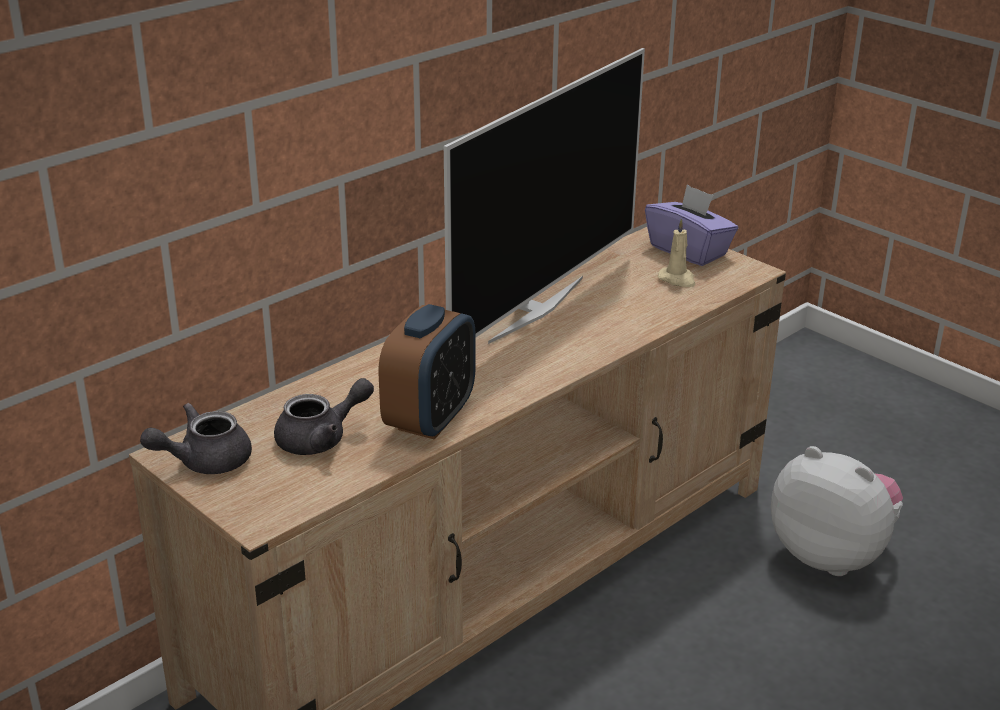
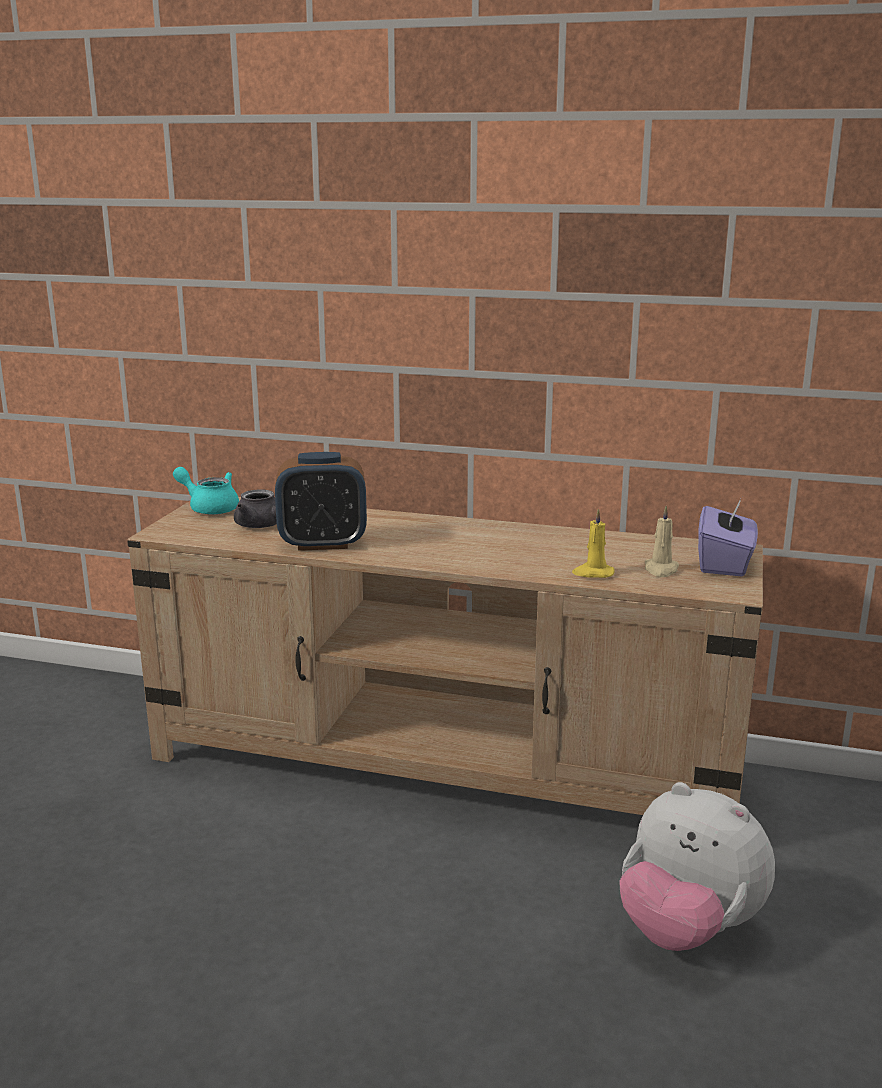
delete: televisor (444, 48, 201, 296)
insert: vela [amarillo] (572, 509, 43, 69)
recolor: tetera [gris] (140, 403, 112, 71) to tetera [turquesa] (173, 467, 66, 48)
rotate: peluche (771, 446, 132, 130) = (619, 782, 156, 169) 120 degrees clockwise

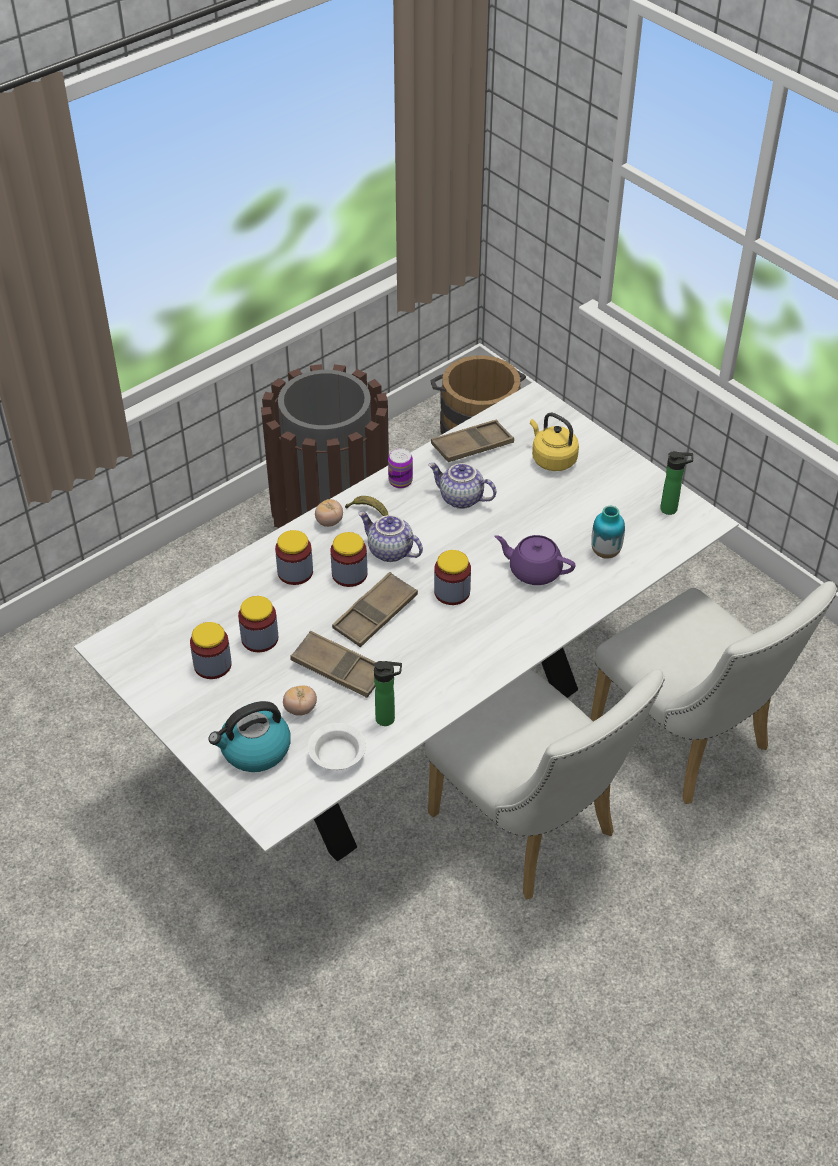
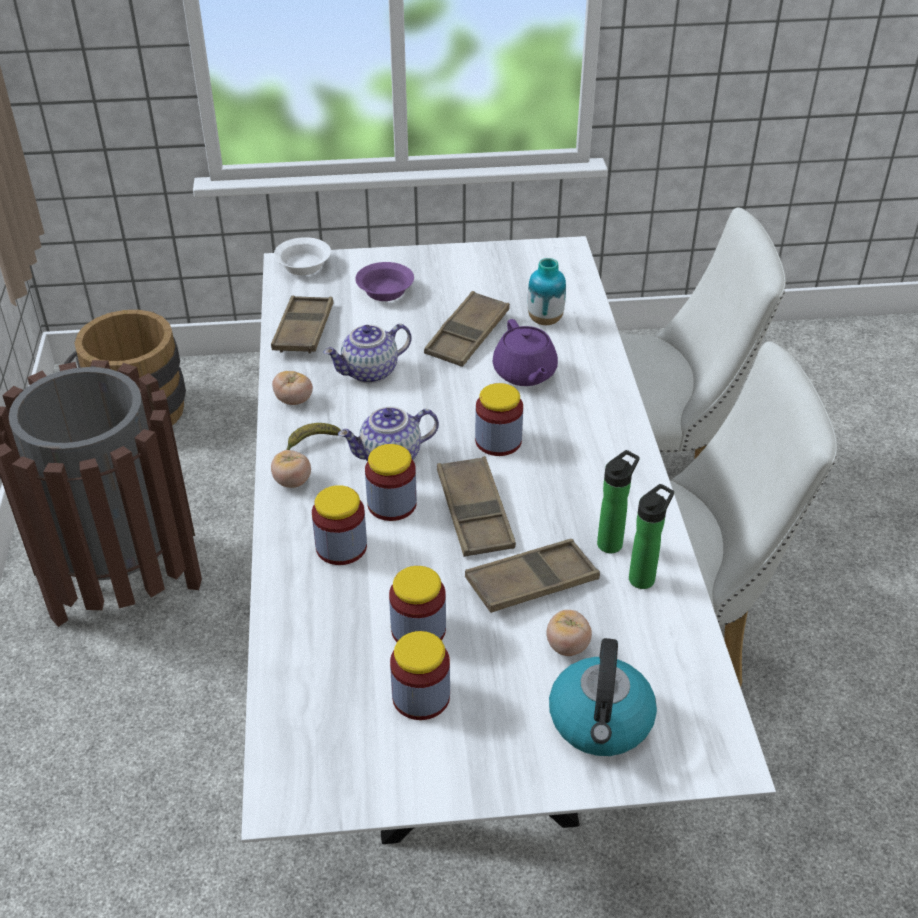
insert: bandeja [marrón] (424, 291, 86, 76)
move: cuenco [blanco] (308, 723, 58, 47) to (274, 237, 57, 38); botella (660, 451, 33, 64) to (597, 450, 43, 103)
replace: lata (388, 448, 25, 41) to tomate (272, 371, 41, 34); hervidor [amarillo] (530, 412, 49, 59) to cuenco [morado] (355, 262, 59, 39)
rotate: tetera [morado] (495, 535, 81, 50) = (492, 319, 66, 67) 75 degrees counterclockwise

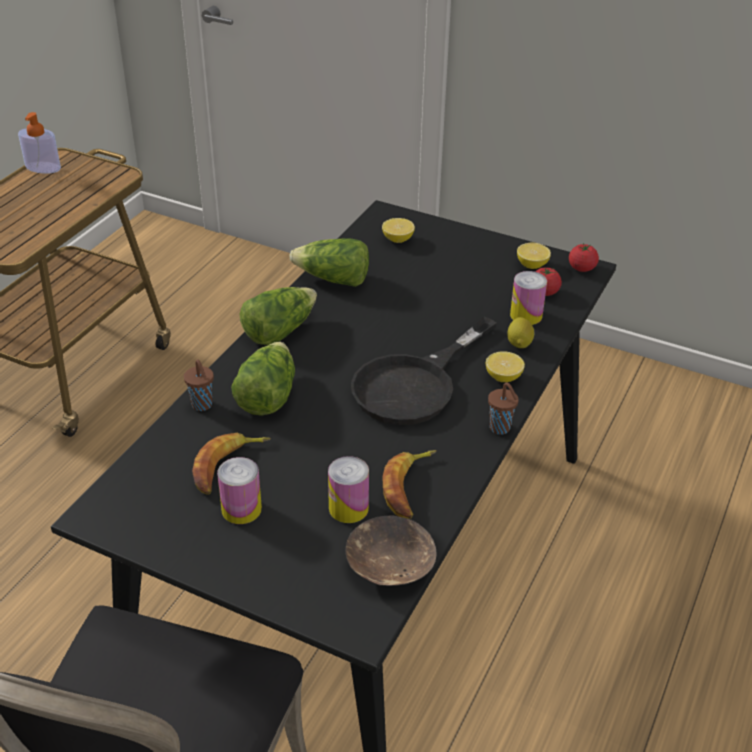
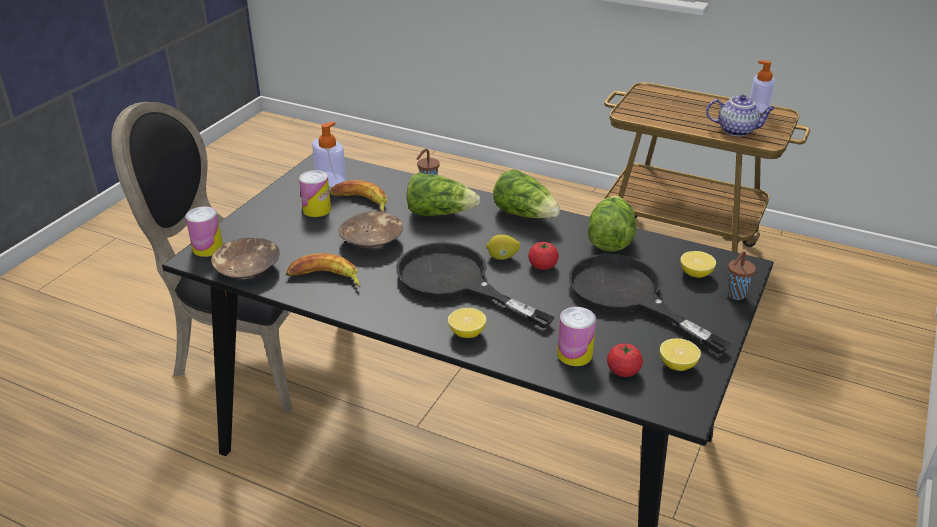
insert: dispensador de jabón (312, 122, 34, 65); cuenco [marrón] (339, 211, 64, 40); sartén [negro] (569, 254, 162, 100); tetera (706, 95, 70, 41)
move: lata (328, 456, 41, 67) to (186, 206, 37, 51); taza [marrón] (488, 382, 31, 53) to (727, 251, 29, 49); limón (507, 317, 28, 31) to (486, 235, 34, 25); tomate (569, 243, 30, 29) to (528, 242, 31, 28)

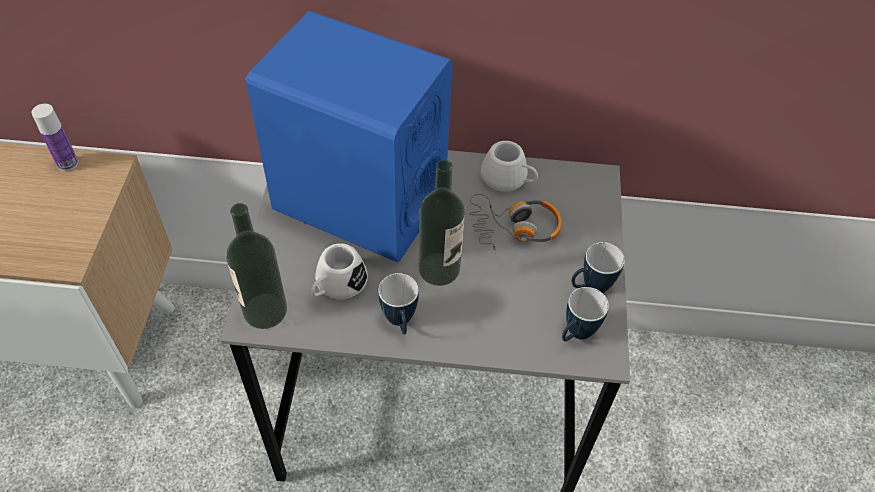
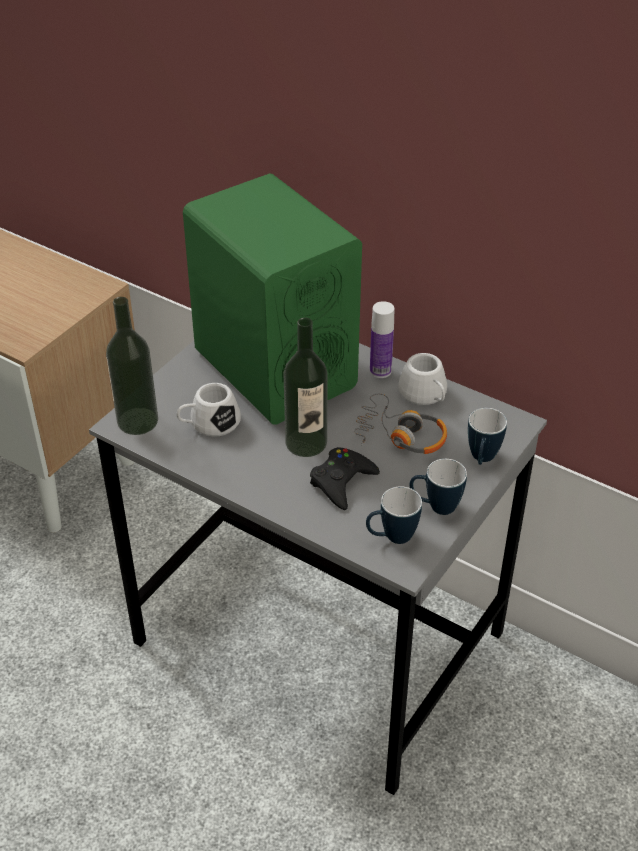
insert: mando de consola [negro] (310, 447, 70, 63)
move: botella (32, 104, 46, 67) to (370, 301, 24, 77); taza grande (378, 273, 41, 61) to (468, 408, 39, 57)
recolor: altavoz [azul] (245, 11, 208, 251) to altavoz [verde] (183, 174, 179, 251)

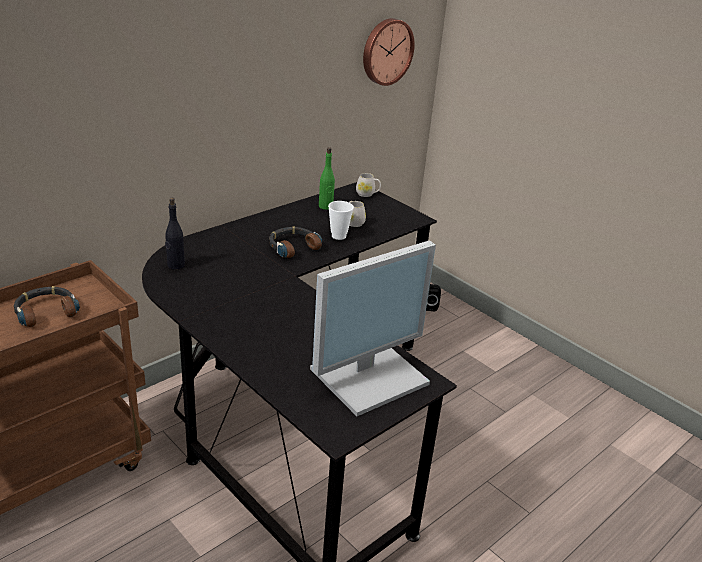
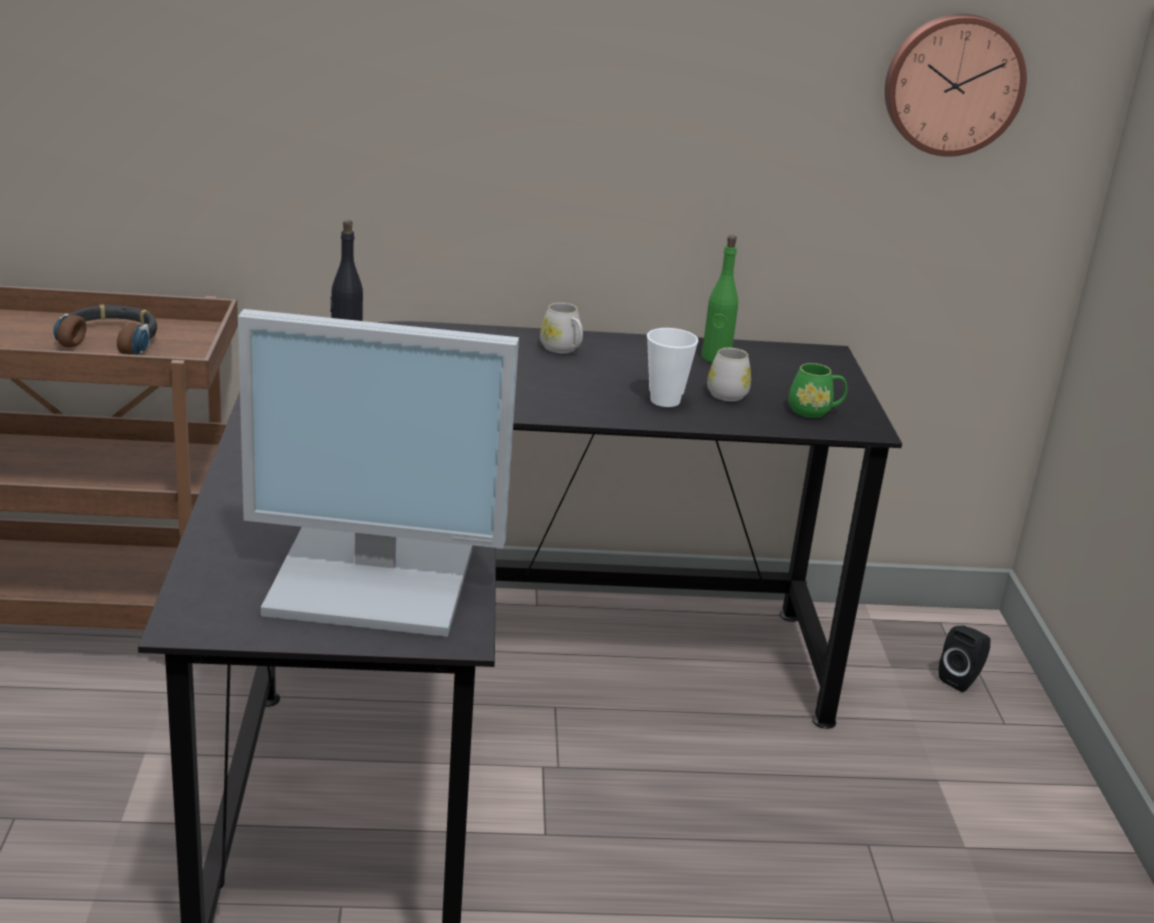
delete: auriculares (269, 226, 53, 32)
insert: taza grande [verde] (789, 363, 58, 55)
move: taza grande [blanco] (356, 173, 25, 24) to (540, 302, 43, 51)

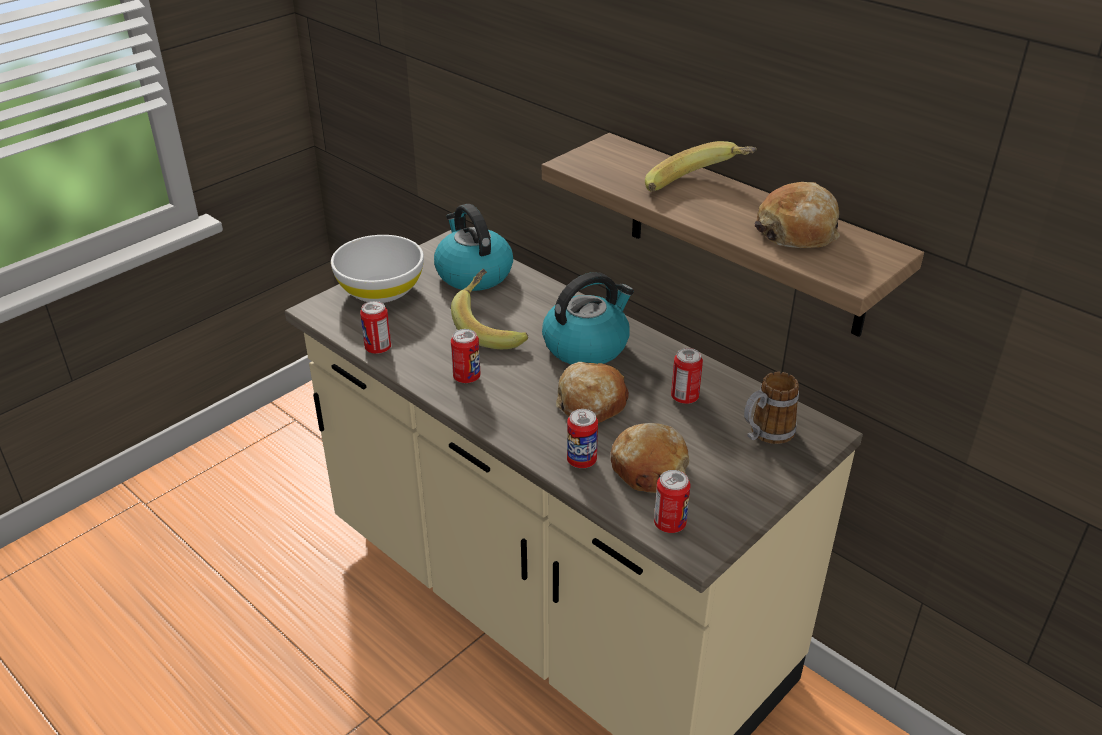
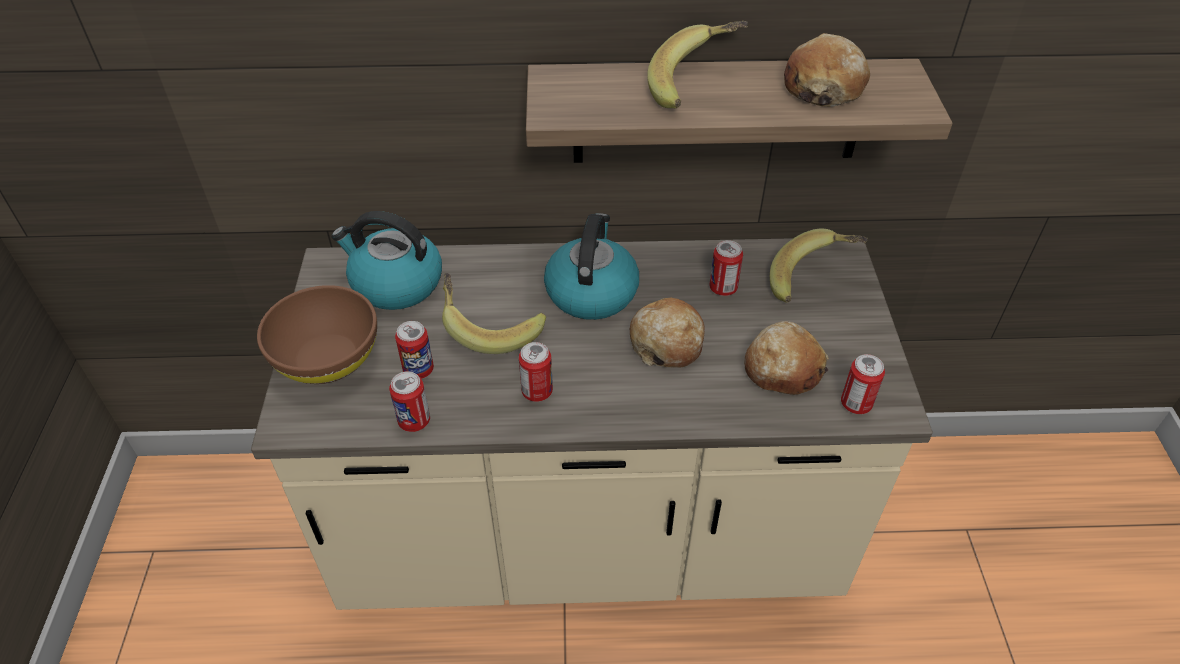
move: lata (567, 409, 31, 59) to (395, 321, 39, 58)
replace: taza grande (744, 372, 55, 72) to plátano (770, 229, 98, 74)
recolor: cuenco [blanco] (331, 235, 93, 68) to cuenco [marrón] (257, 285, 120, 99)

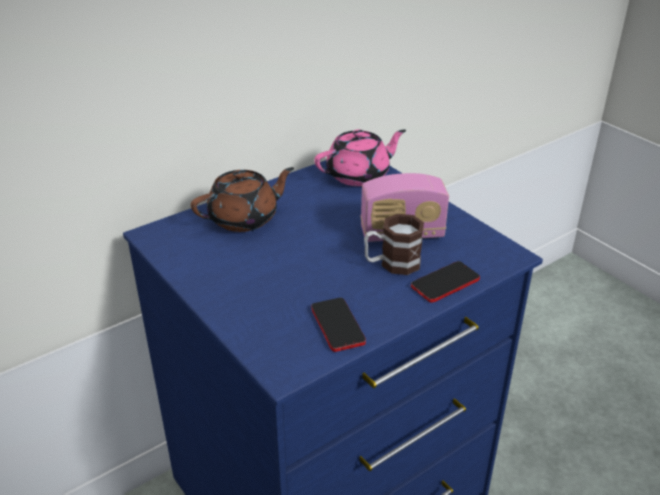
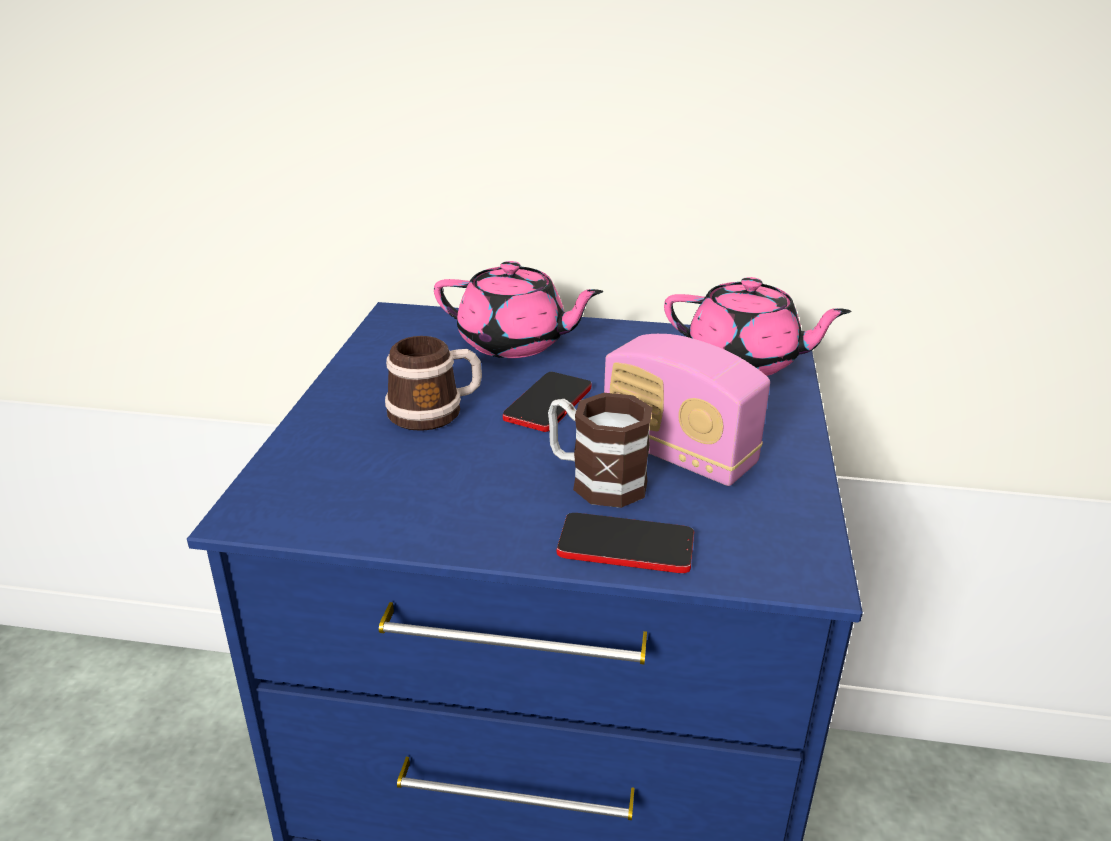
insert: taza grande (385, 336, 97, 95)
move: móvil (311, 298, 55, 54) to (503, 372, 89, 60)
recolor: tetera [marrón] (191, 167, 103, 65) to tetera [rosa] (434, 261, 169, 97)

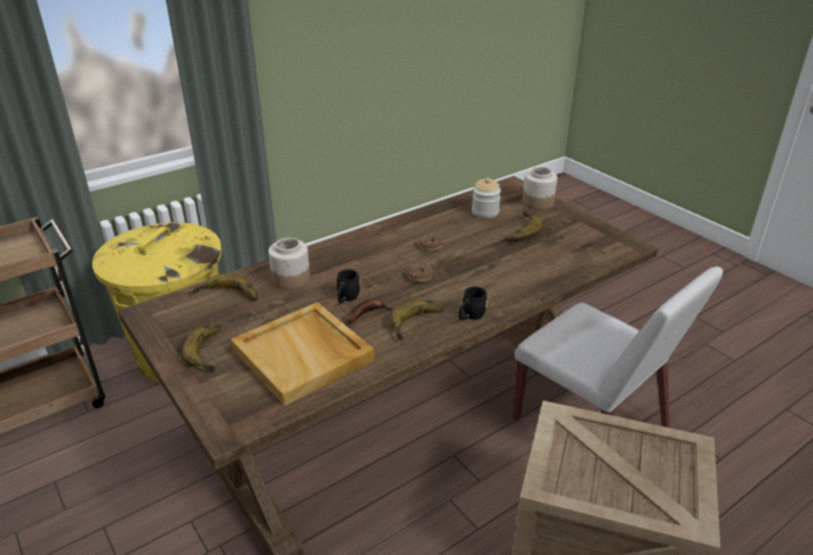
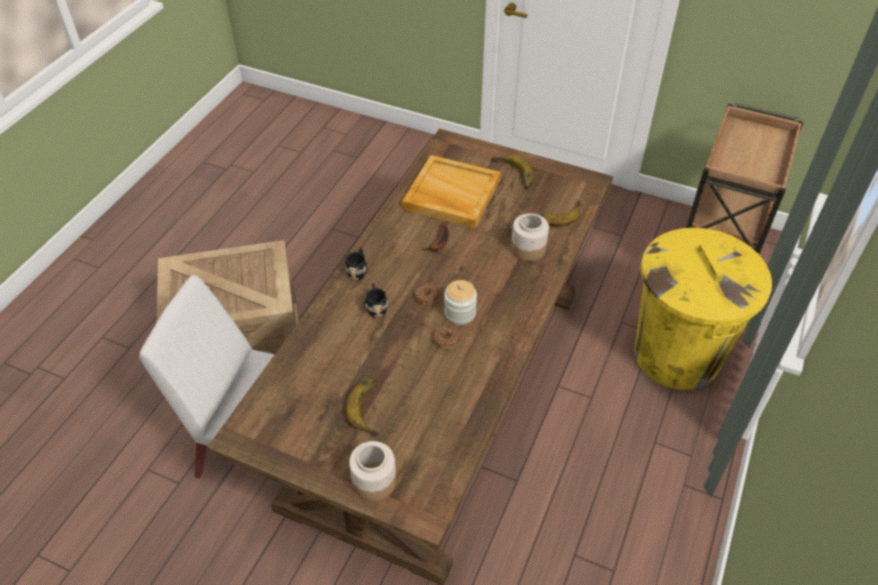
delete: plátano (390, 300, 54, 40)
move: taza grande [negro] (337, 269, 23, 35) to (365, 283, 23, 35); tarro (472, 178, 29, 40) to (444, 280, 33, 45)

